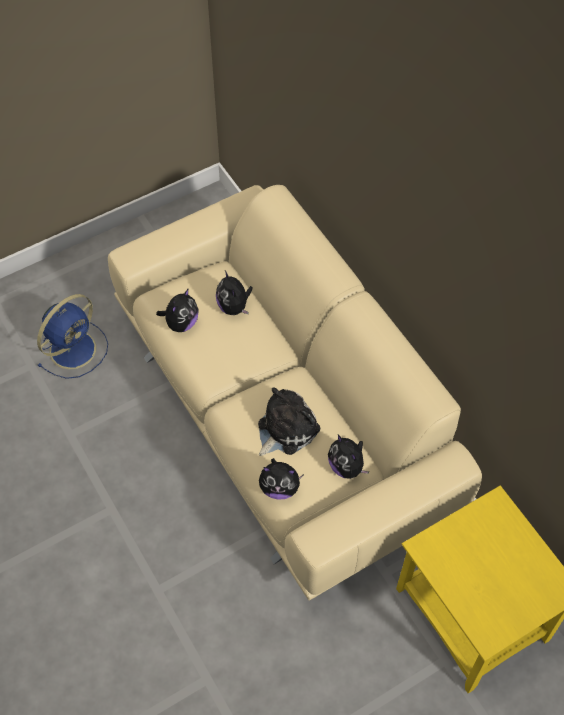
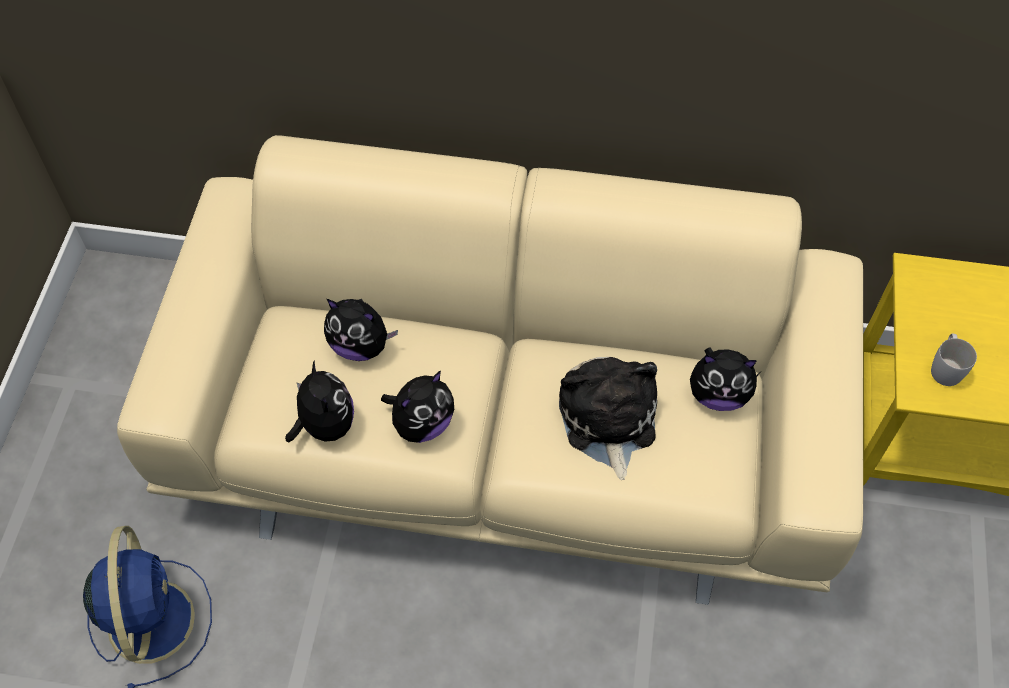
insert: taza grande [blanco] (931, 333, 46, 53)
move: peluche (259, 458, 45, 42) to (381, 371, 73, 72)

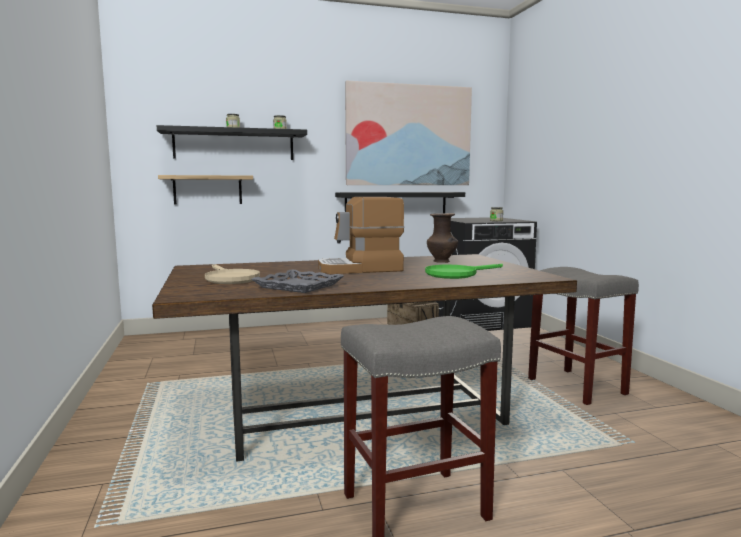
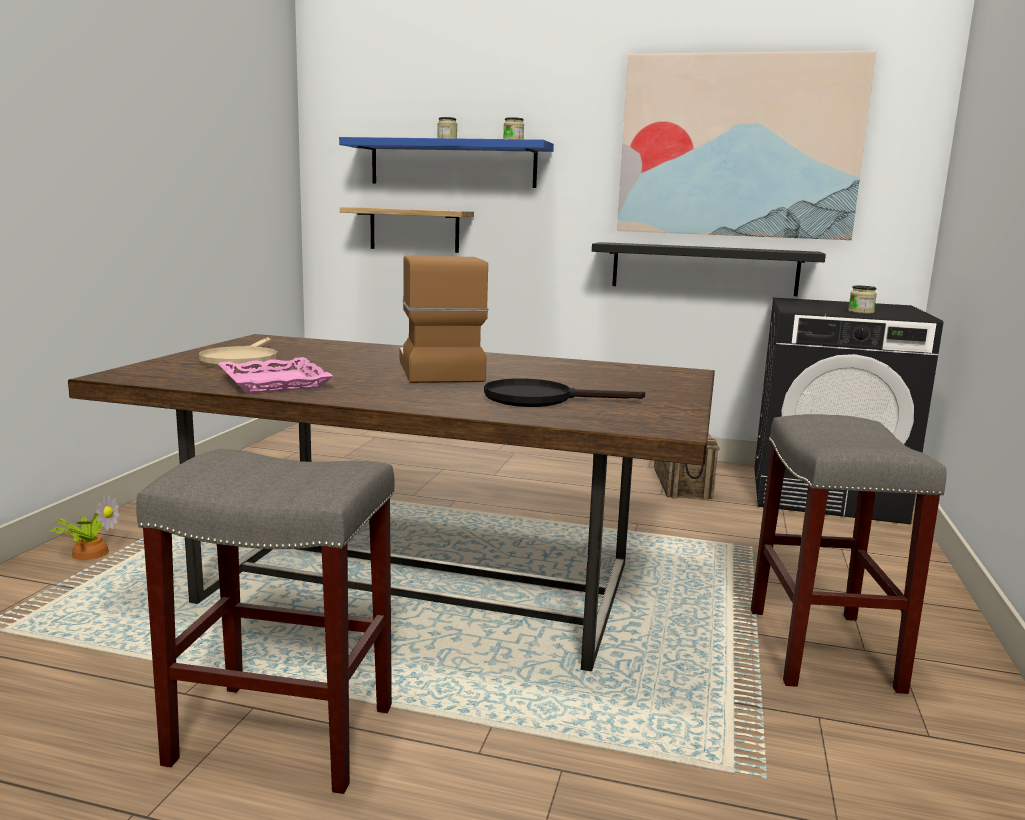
delete: florero [marrón] (427, 213, 31, 50)
insert: planta en maceta (47, 495, 72, 65)
recolor: estante [negro] (157, 125, 150, 35) to estante [azul] (339, 137, 215, 51); bandeja [gris] (252, 269, 92, 24) to bandeja [rosa] (218, 357, 115, 36); sartén [verde] (425, 264, 78, 15) to sartén [negro] (484, 379, 161, 28)
rotate: cafetera (318, 197, 87, 77) = (399, 255, 89, 128) 60 degrees clockwise

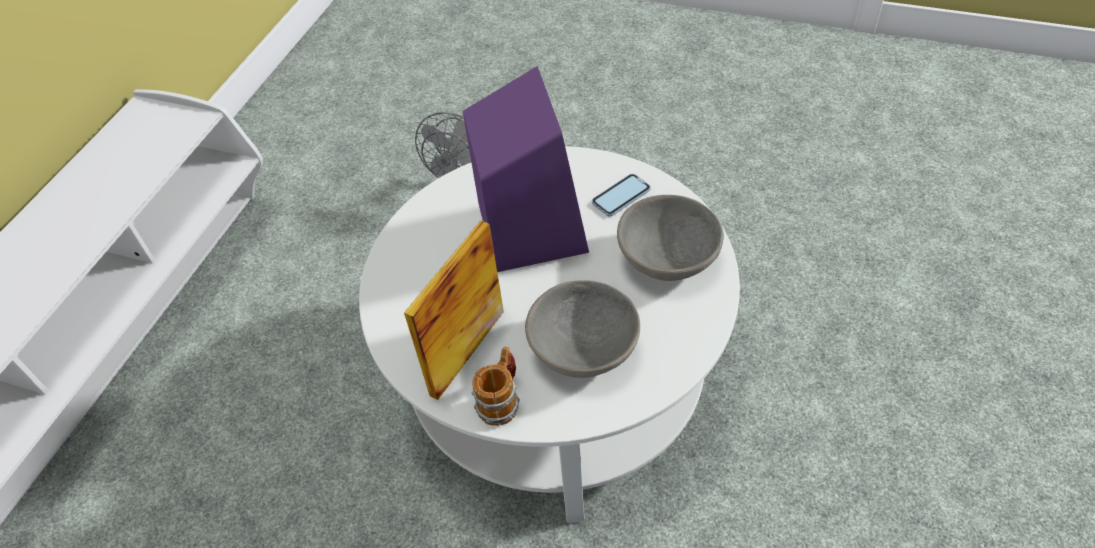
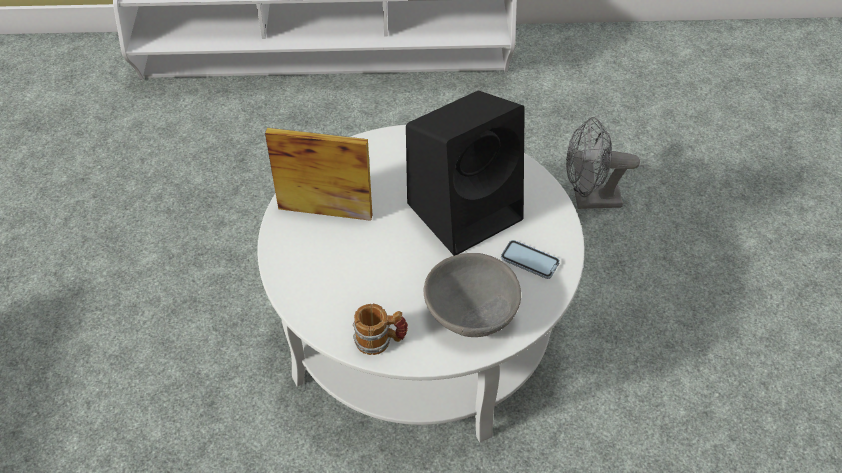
delete: cuenco [gris] (525, 280, 115, 98)
move: taza grande (472, 347, 48, 79) to (353, 304, 55, 51)
recolor: altavoz [morado] (463, 66, 126, 206) to altavoz [negro] (406, 91, 119, 165)

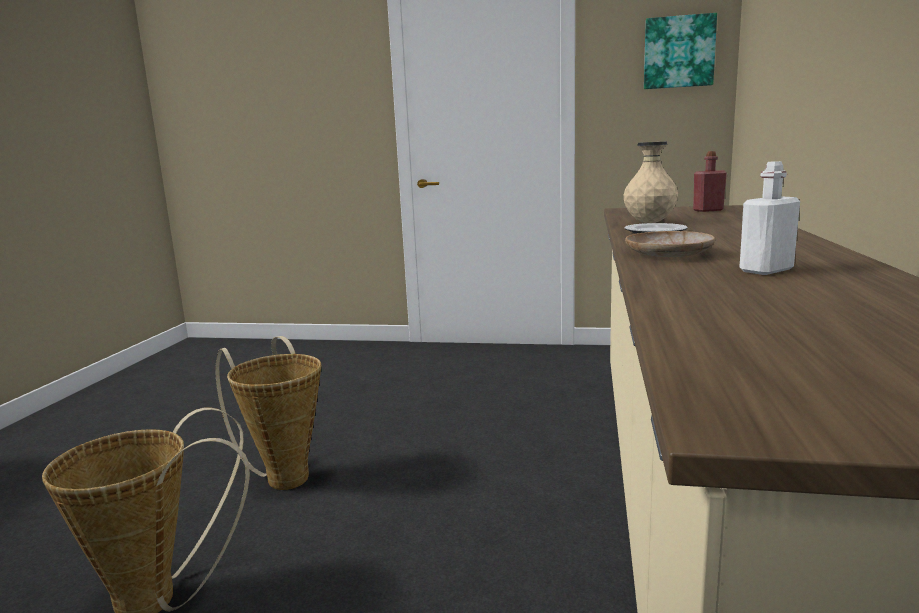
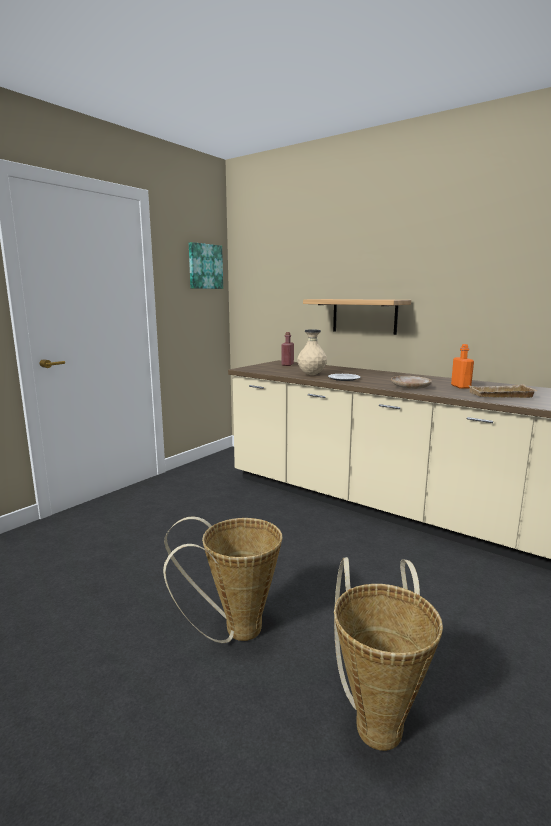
insert: estante (303, 299, 108, 36); bandeja [beis] (469, 384, 69, 14)
recolor: botella [blanco] (739, 161, 61, 114) to botella [naranja] (451, 344, 23, 45)

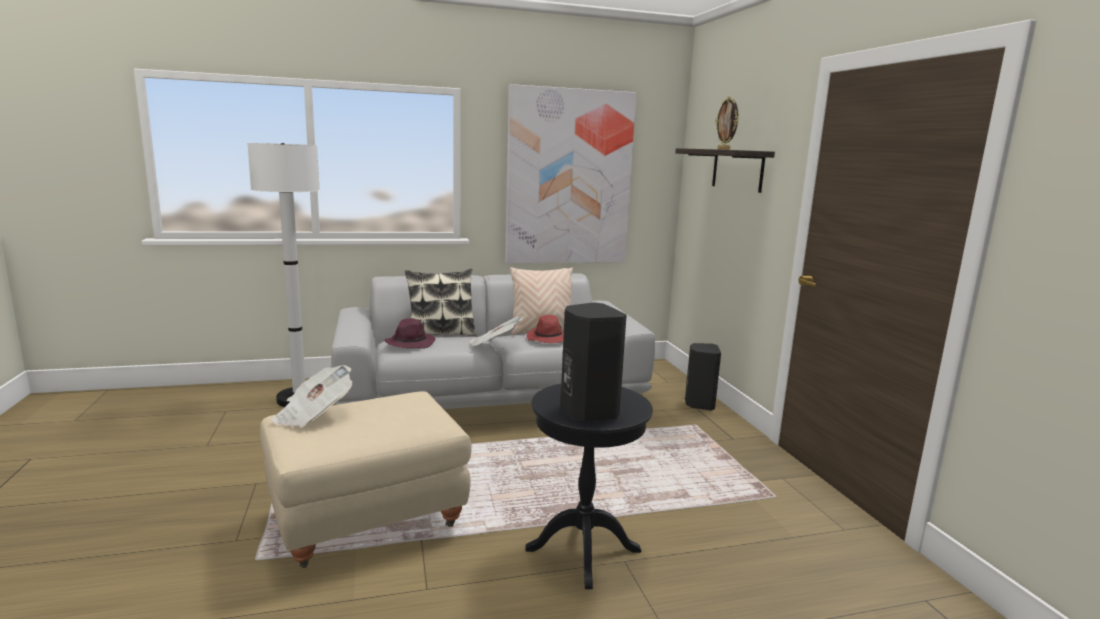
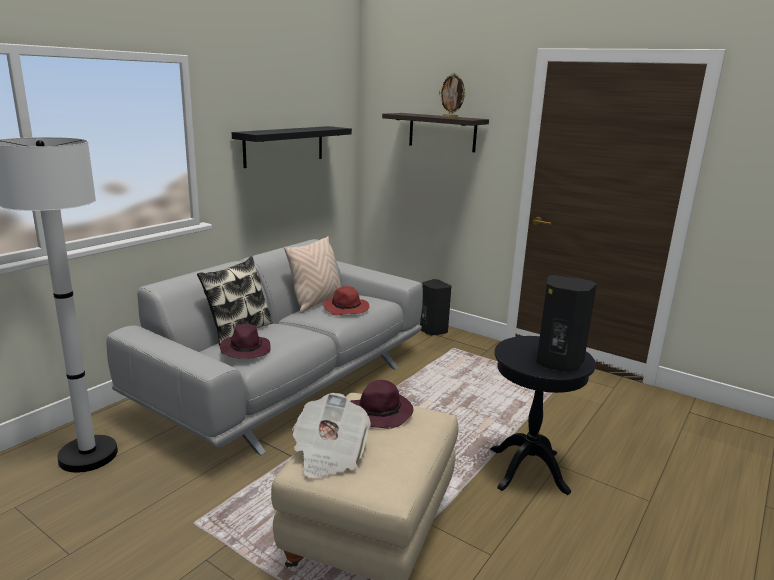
delete: periódico (470, 316, 53, 31)
insert: sombrero [morado] (350, 380, 63, 49)
replace: cuadro (505, 84, 132, 179) to estante [negro] (232, 126, 120, 42)

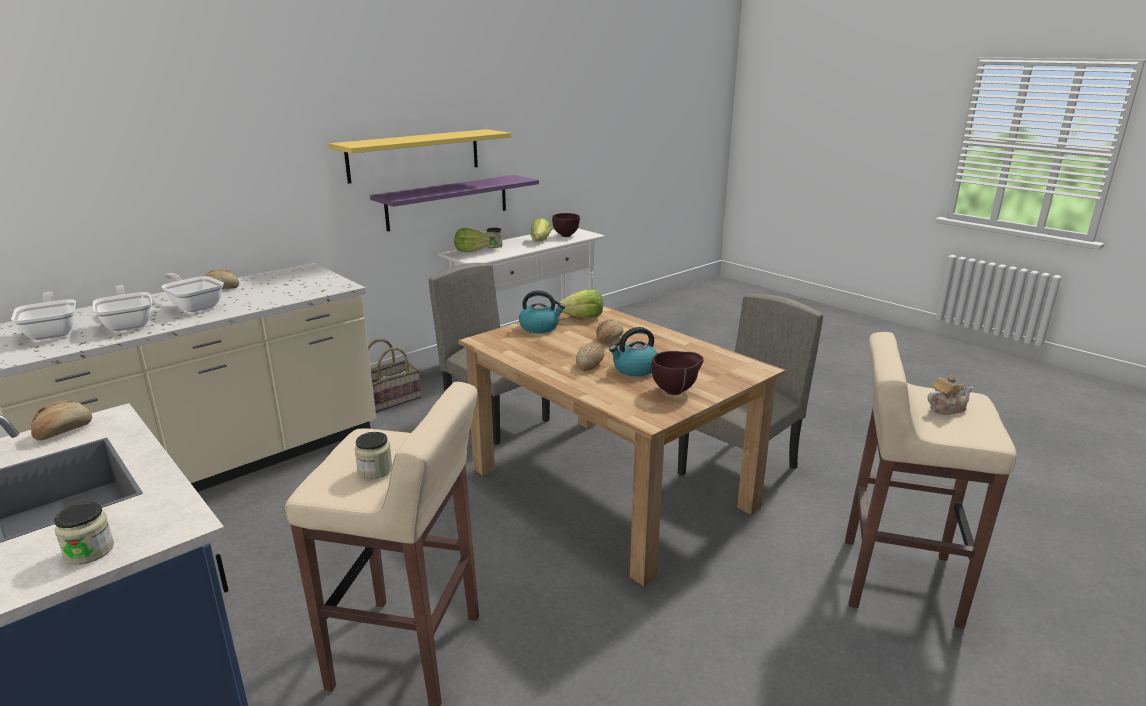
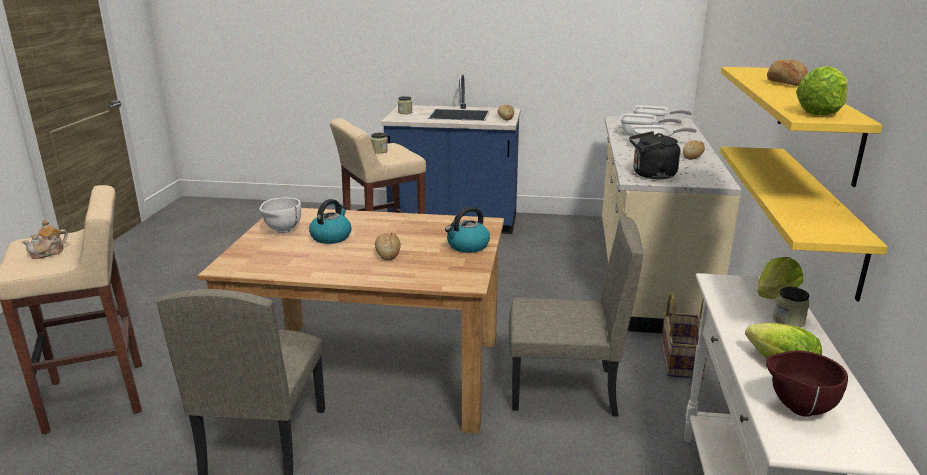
insert: hervidor [negro] (629, 131, 51, 48)
move: lechuga (559, 289, 44, 29) to (796, 66, 51, 49); pan (576, 343, 29, 28) to (767, 59, 41, 27)
recolor: estante [morado] (370, 175, 169, 56) to estante [amarillo] (720, 147, 168, 154); cuenco [marrón] (651, 351, 53, 44) to cuenco [blanco] (259, 197, 42, 36)

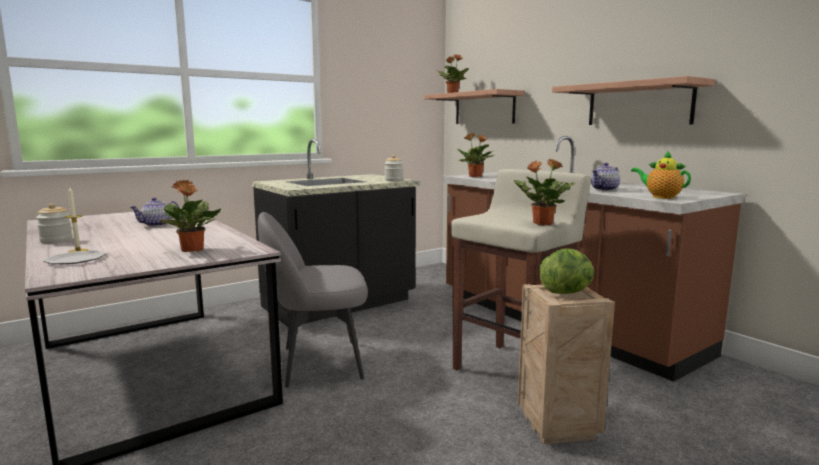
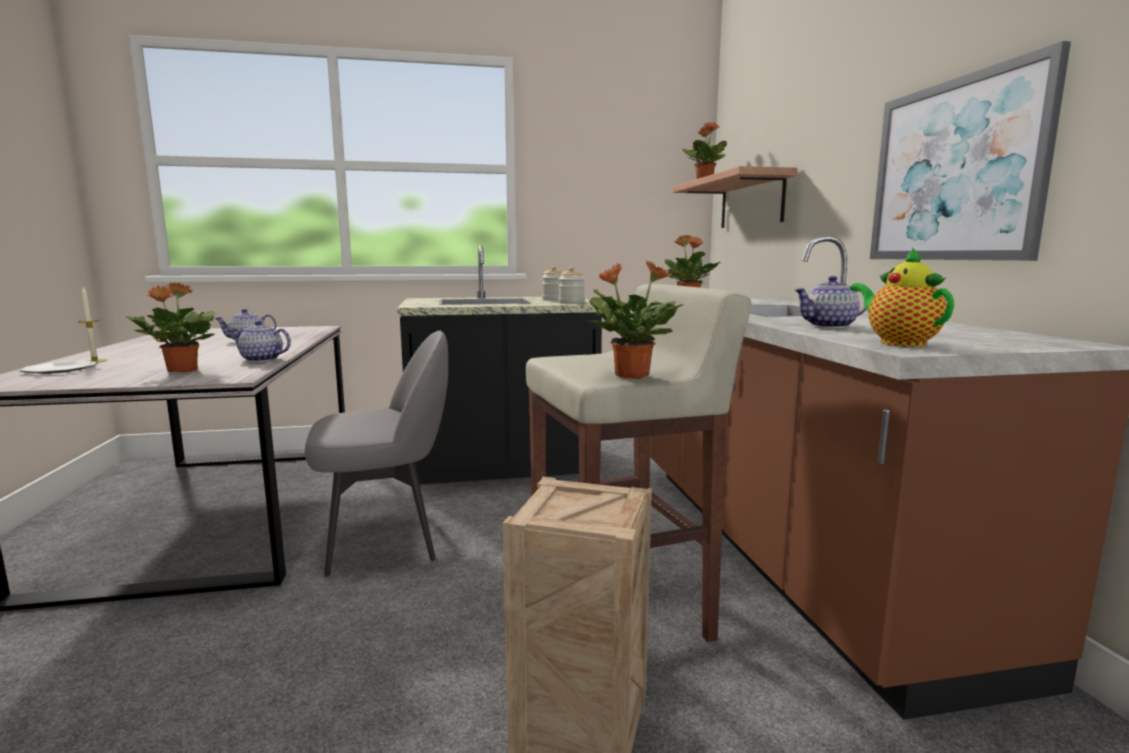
delete: lechuga (539, 248, 55, 46)
insert: tetera (229, 321, 62, 41)
move: tarro (36, 203, 37, 41) to (542, 266, 21, 35)
replace: estante (552, 76, 163, 49) to cuadro (870, 41, 201, 220)
rotate: silla [gris] (258, 212, 110, 175) = (305, 331, 143, 246) 150 degrees clockwise

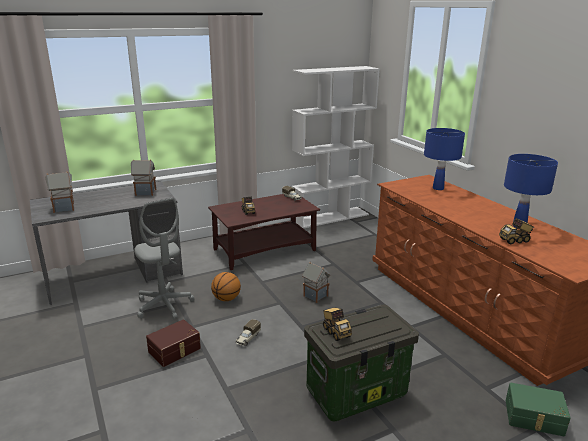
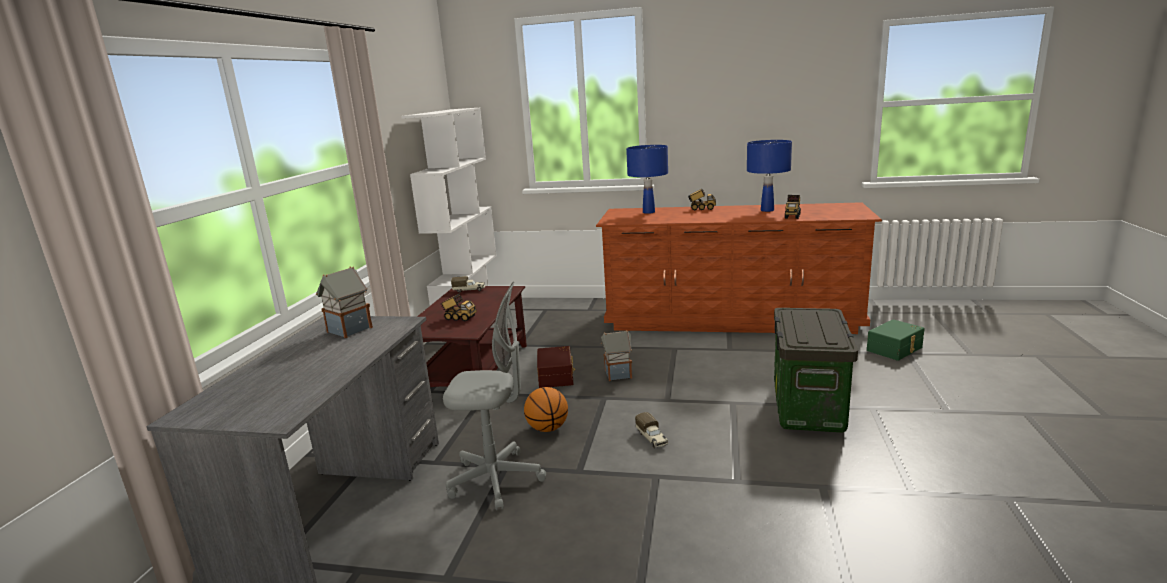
delete: casita (45, 171, 29, 42)
move: caja de almacenaje [marrón] (146, 319, 55, 48) to (537, 346, 38, 42); camión de juguete (323, 307, 29, 34) to (688, 189, 28, 21)

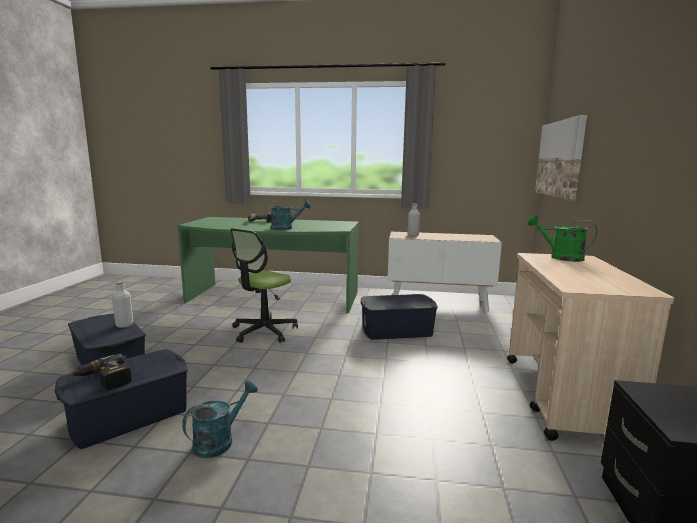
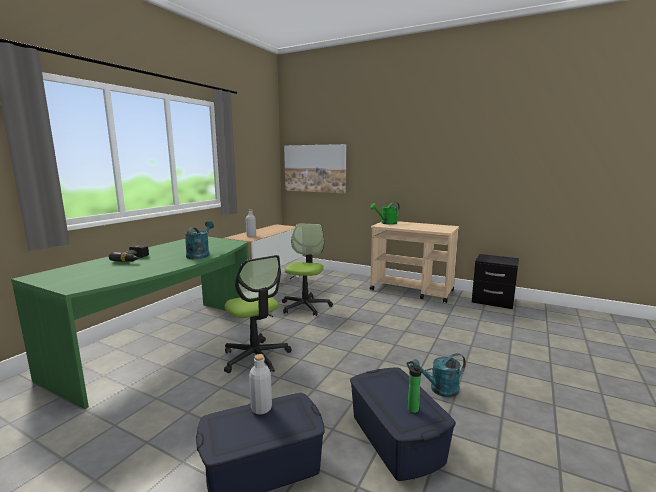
replace: taladro (69, 354, 63, 36) to botella (406, 361, 15, 52); caja de almacenaje [azul] (360, 294, 78, 46) to silla de oficina (282, 223, 51, 93)
rotate: regadera [turquesa] (182, 380, 76, 78) = (410, 353, 56, 44) 75 degrees counterclockwise

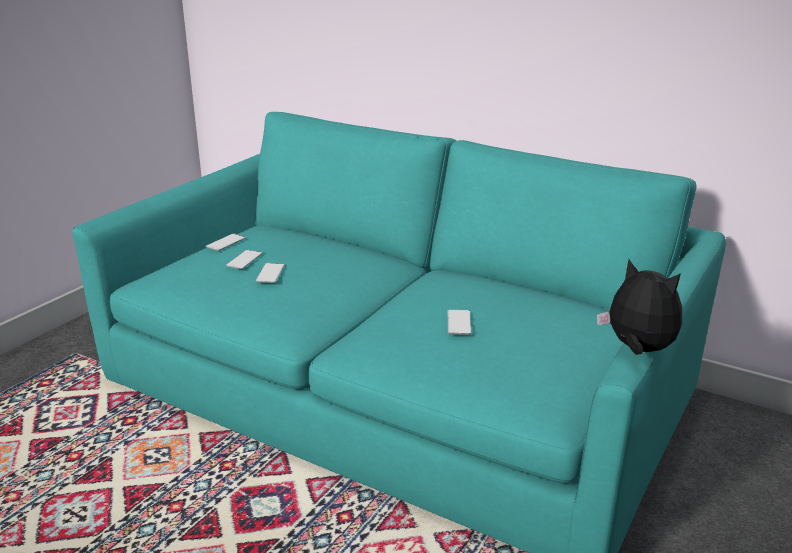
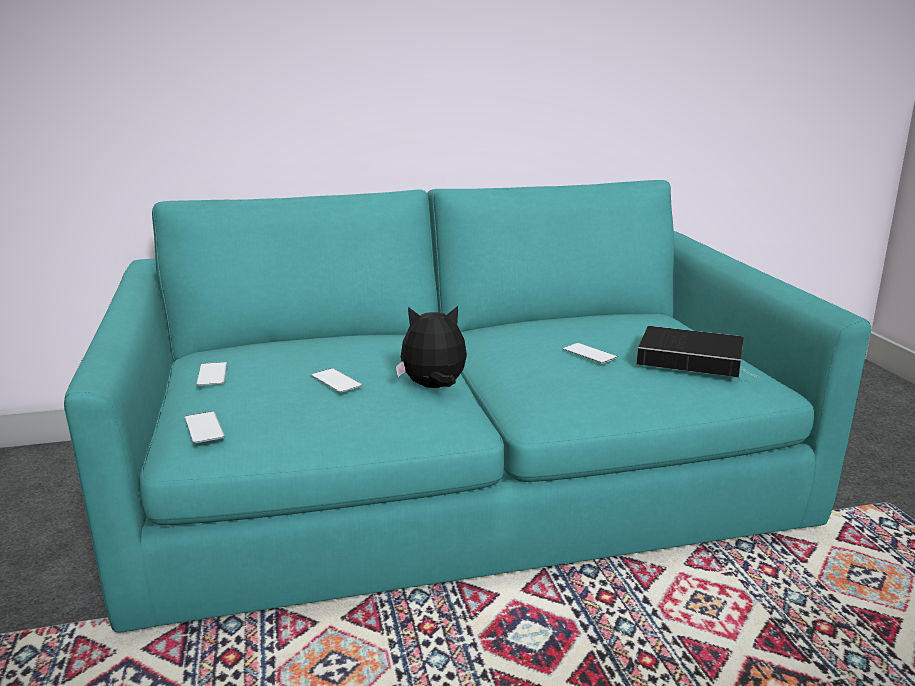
insert: libro (637, 326, 122, 52)
move: móvil (226, 250, 37, 19) to (184, 411, 41, 32); peluche (597, 259, 85, 96) to (395, 306, 72, 82)

